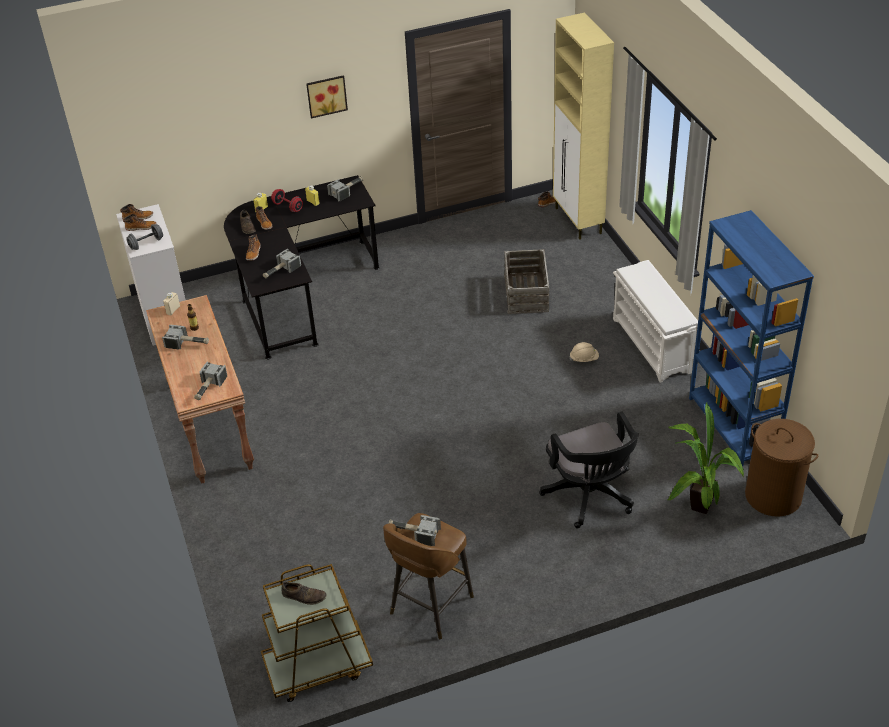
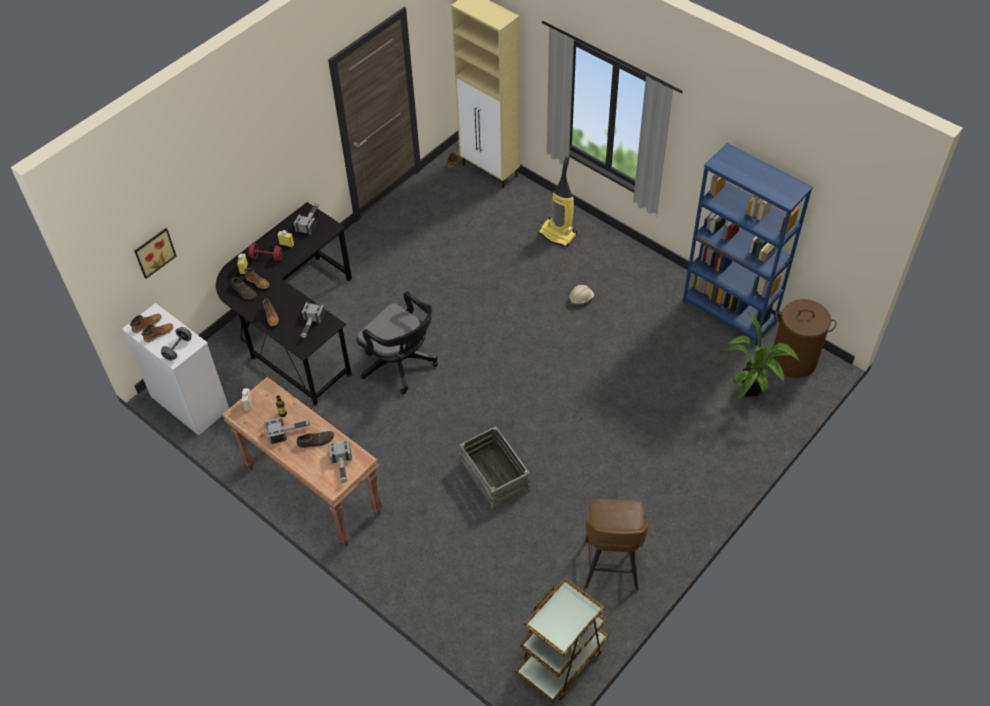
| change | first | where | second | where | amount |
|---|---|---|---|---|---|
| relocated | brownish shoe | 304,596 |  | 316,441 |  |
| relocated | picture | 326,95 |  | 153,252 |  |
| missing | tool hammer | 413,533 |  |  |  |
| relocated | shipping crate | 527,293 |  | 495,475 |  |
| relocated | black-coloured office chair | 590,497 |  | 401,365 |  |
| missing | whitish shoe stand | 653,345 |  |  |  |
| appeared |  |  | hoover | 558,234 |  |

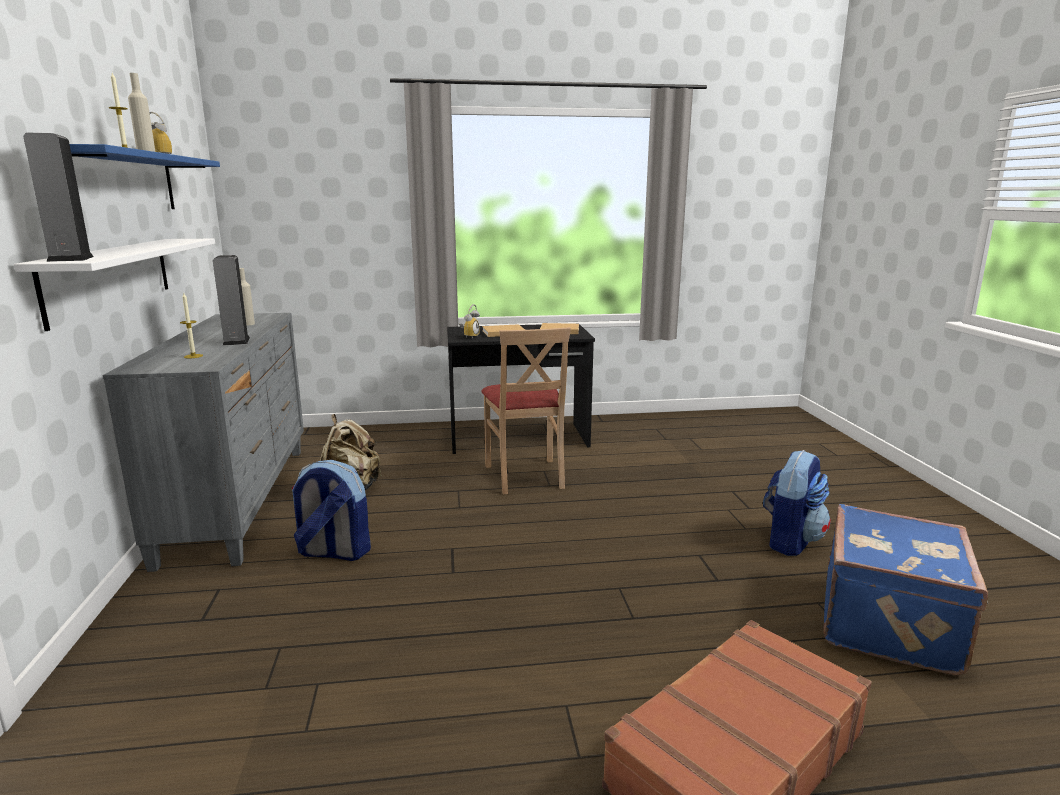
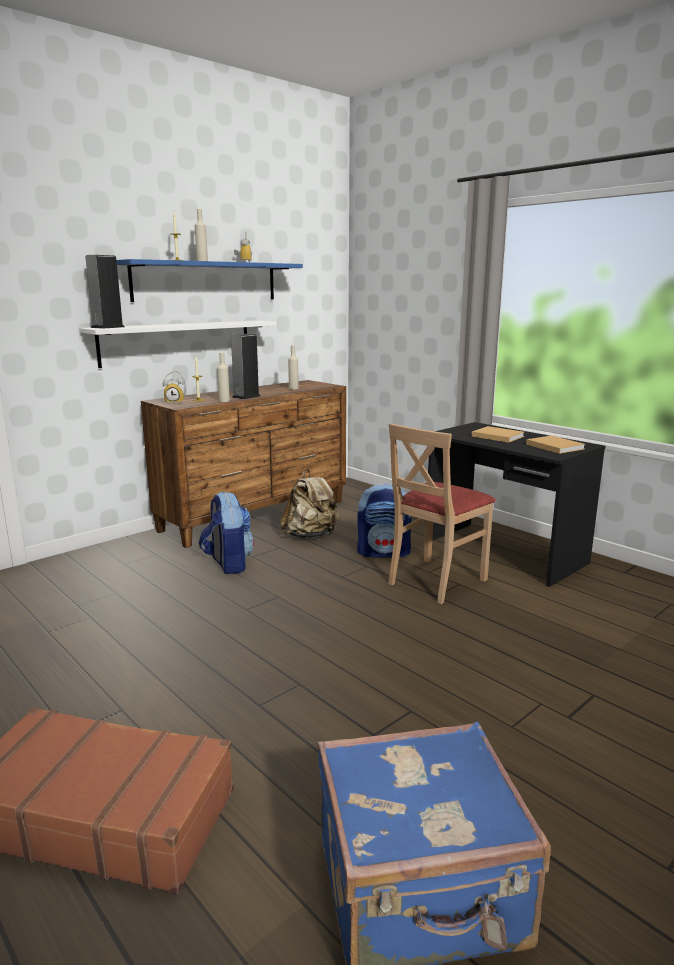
| change | first | where | second | where | amount |
|---|---|---|---|---|---|
| colour | gray drawer chest | 240,500 | brownish drawer chest | 256,516 |  |
| relocated | table clock | 469,336 |  | 175,403 |  |
| relocated | knapsack | 790,540 |  | 384,552 |  |
| appeared |  |  | sand-coloured drink bottle | 224,401 |  |

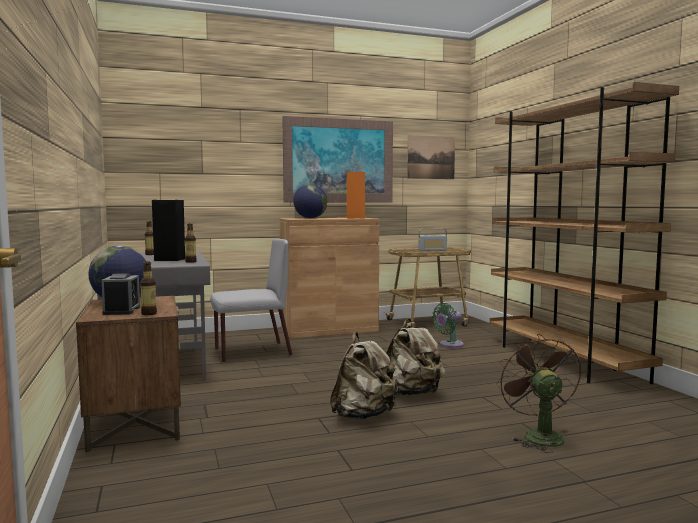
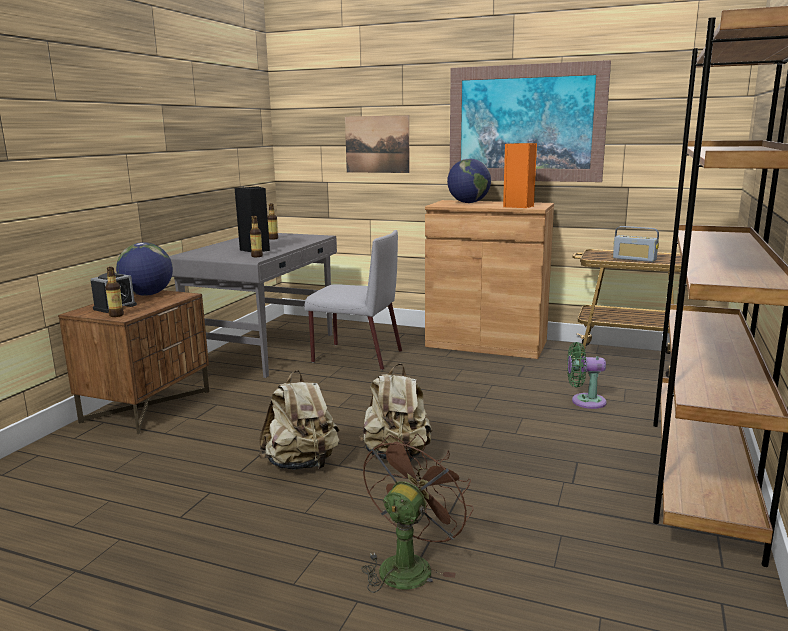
| change | first | where | second | where | amount |
|---|---|---|---|---|---|
| relocated | picture | 431,157 |  | 377,144 |  |

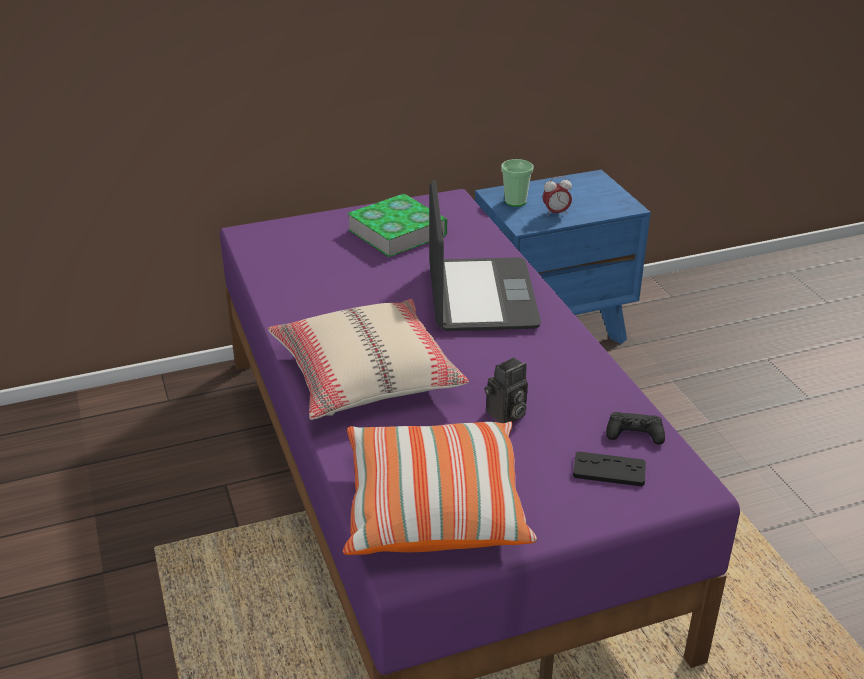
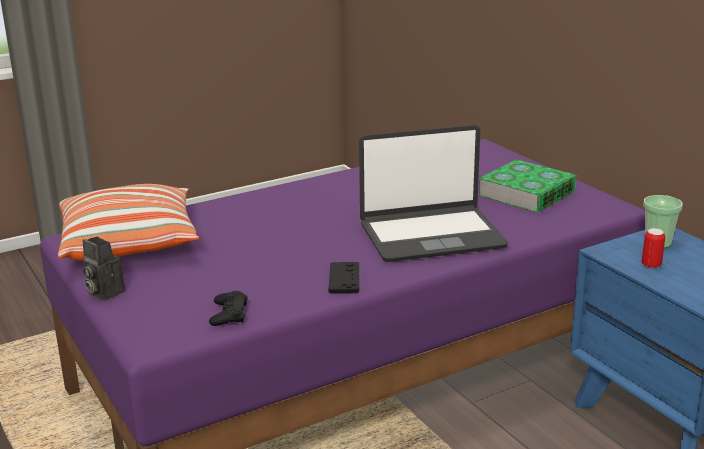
| change | first | where | second | where | amount |
|---|---|---|---|---|---|
| missing | sand-coloured cushion | 365,375 |  |  |  |
| relocated | photo camera | 506,415 |  | 103,292 |  |
| exchanged | table clock | 556,213 | metal can | 651,265 |  |
| relocated | black-coloured joypad | 609,470 |  | 344,279 |  |

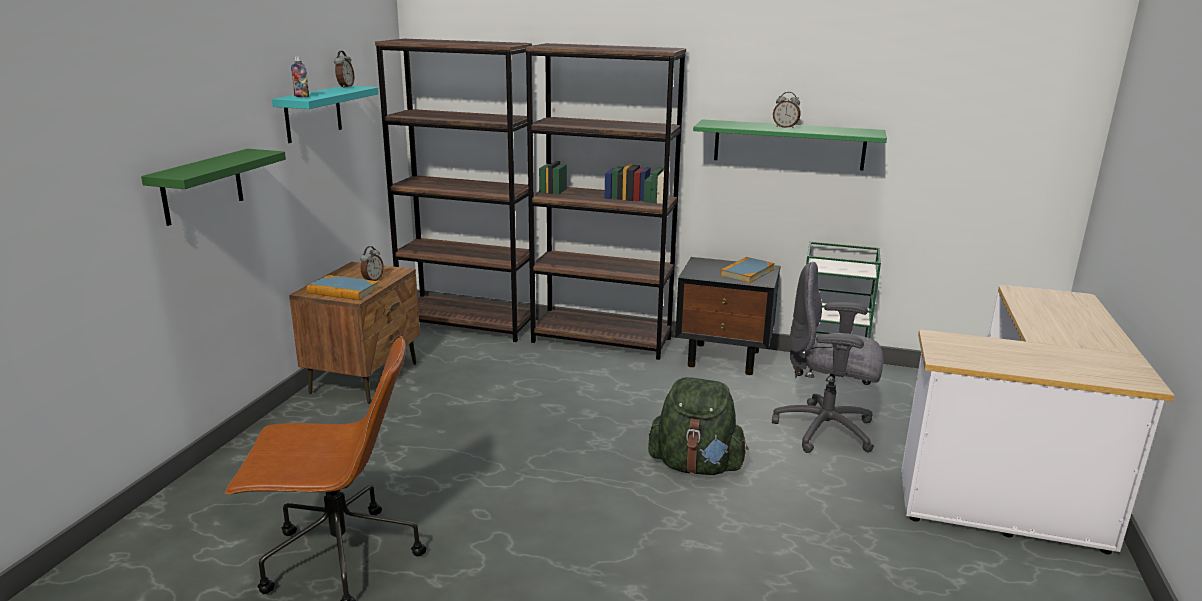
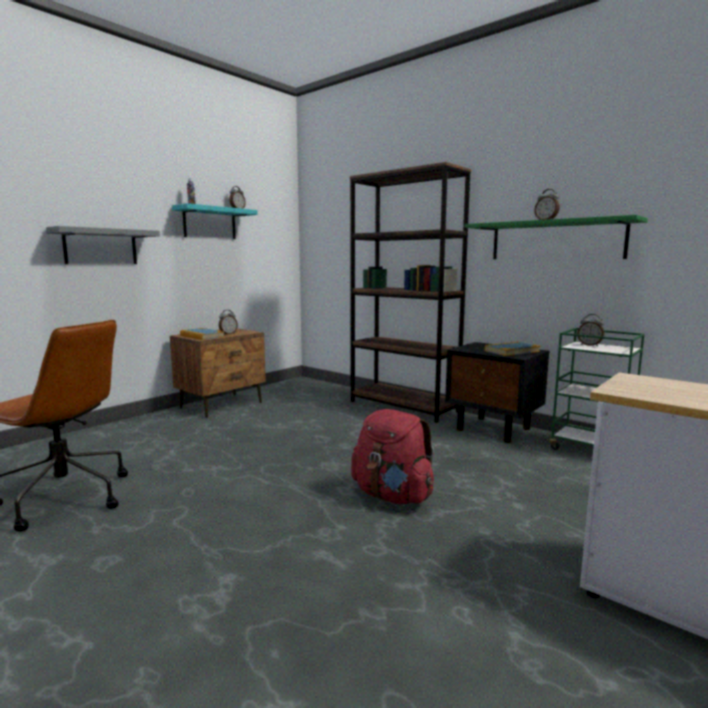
| change | first | where | second | where | amount |
|---|---|---|---|---|---|
| colour | green wall shelf | 202,186 | gray wall shelf | 100,247 |  |
| missing | brownish shelving unit | 467,324 |  |  |  |
| colour | green knapsack | 696,466 | red knapsack | 392,496 |  |
| missing | gray office chair | 826,430 |  |  |  |
| appeared |  |  | table clock | 589,345 |  |

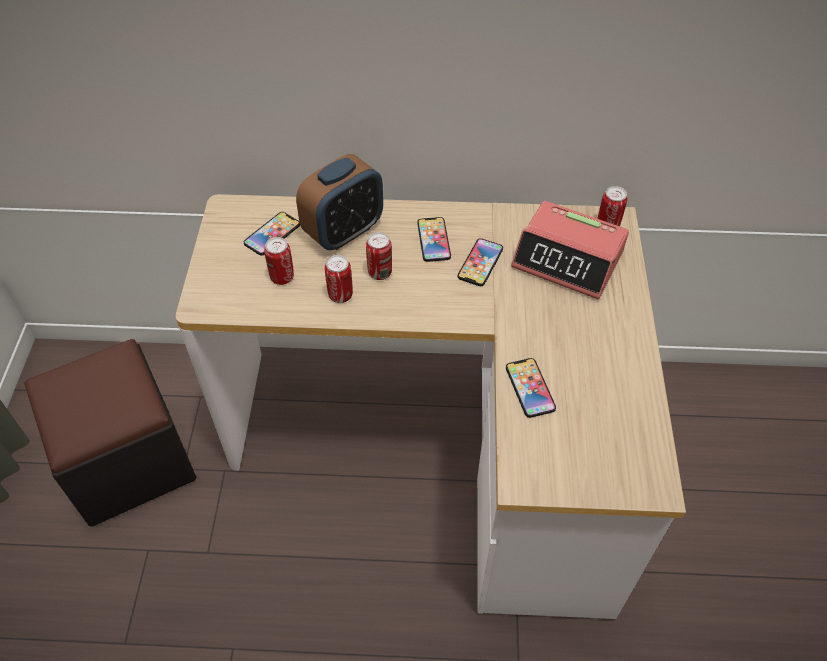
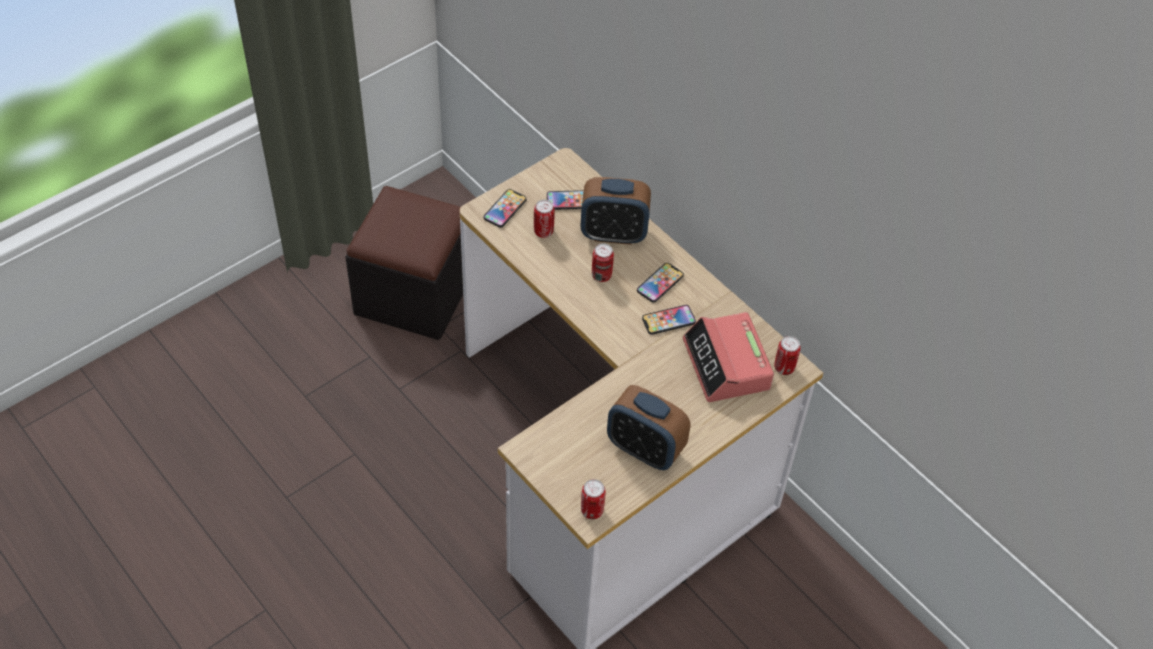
| change | first | where | second | where | amount |
|---|---|---|---|---|---|
| relocated | metal can | 340,295 |  | 592,511 |  |
| relocated | handset | 530,388 |  | 505,209 |  |
| appeared |  |  | table clock | 645,449 |  |

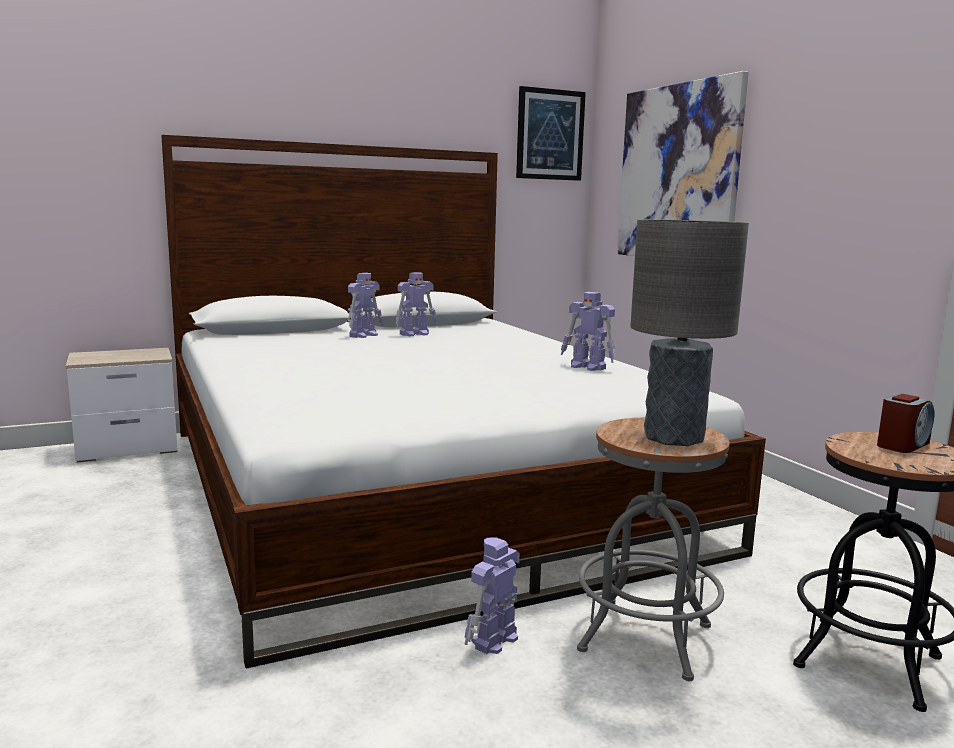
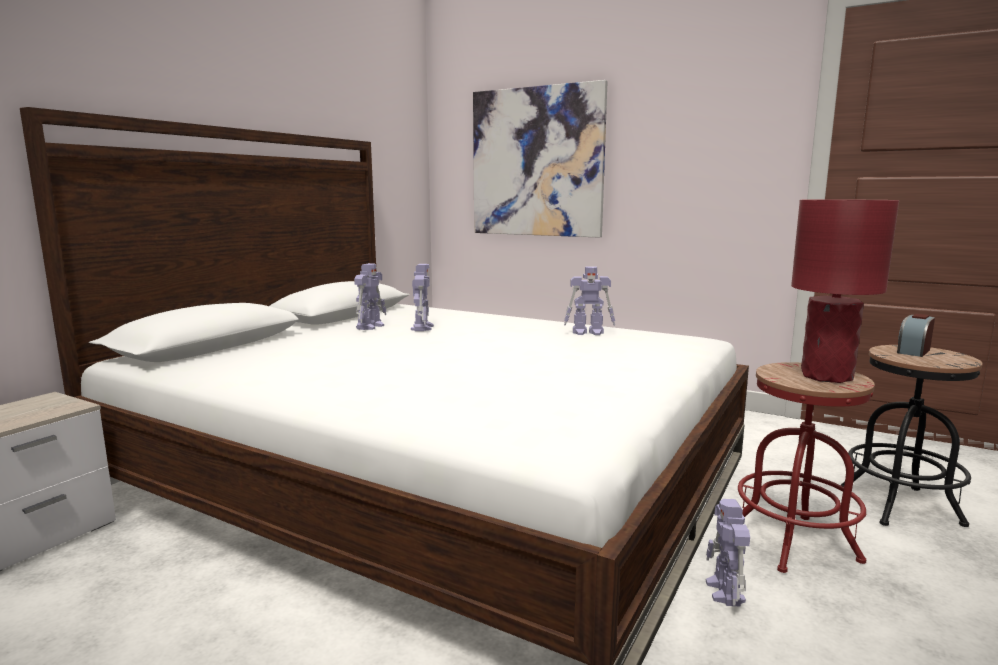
| change | first | where | second | where | amount |
|---|---|---|---|---|---|
| relocated | model robot | 364,335 |  | 422,327 |  |
| missing | picture | 550,135 |  |  |  |
| colour | gray stool | 645,638 | red stool | 794,543 |  |
| colour | gray tabletop lamp | 673,438 | red tabletop lamp | 826,376 |  |
| spun | table clock | 902,445 |  | 913,351 | 150 degrees counterclockwise |

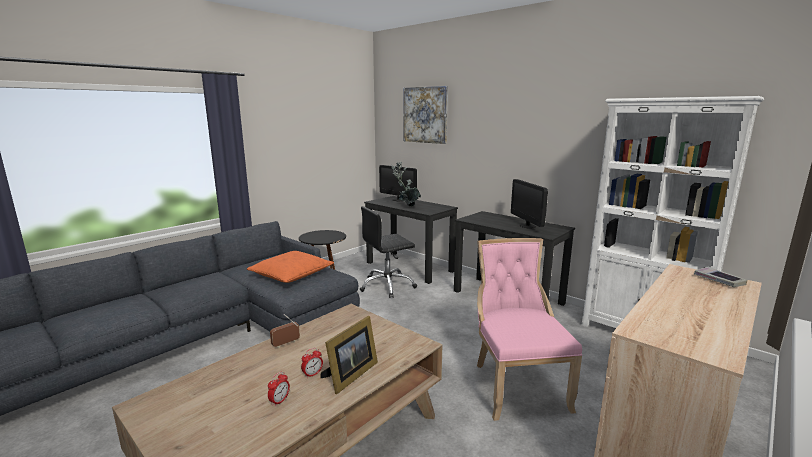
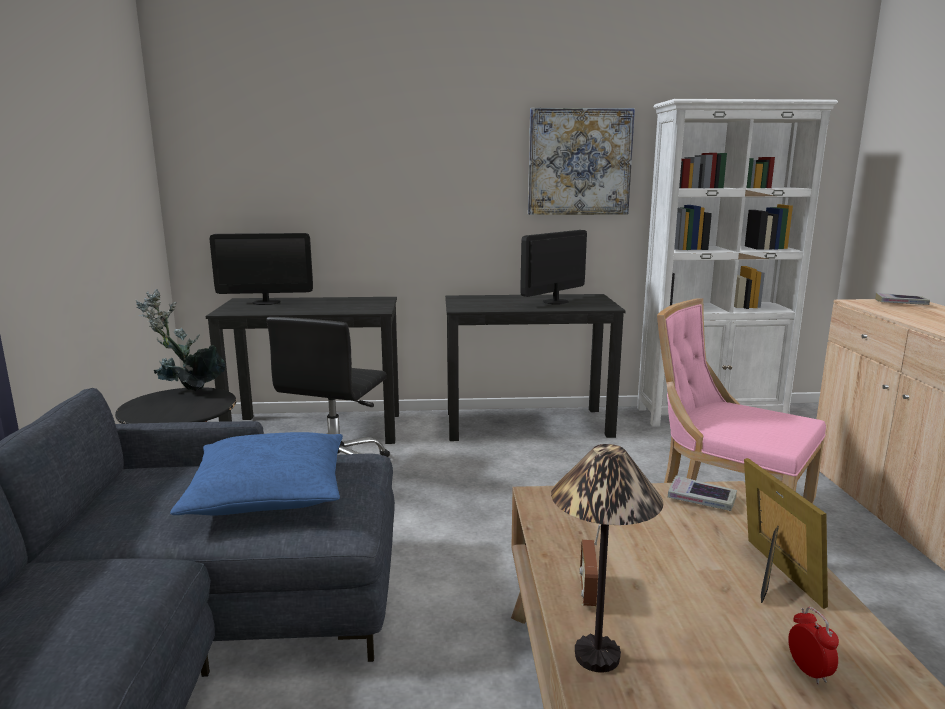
| change | first | where | second | where | amount |
|---|---|---|---|---|---|
| colour | orange-coloured cushion | 291,274 | blue cushion | 268,492 |  |
| missing | table clock | 312,374 |  |  |  |
| relocated | houseplant | 406,207 |  | 187,394 |  |
| relocated | picture | 425,115 |  | 579,162 |  |
| spun | computer display | 527,226 |  | 555,301 | 105 degrees clockwise |
| appeared |  |  | tabletop lamp | 596,656 |  |
| appeared |  |  | book | 701,499 |  |

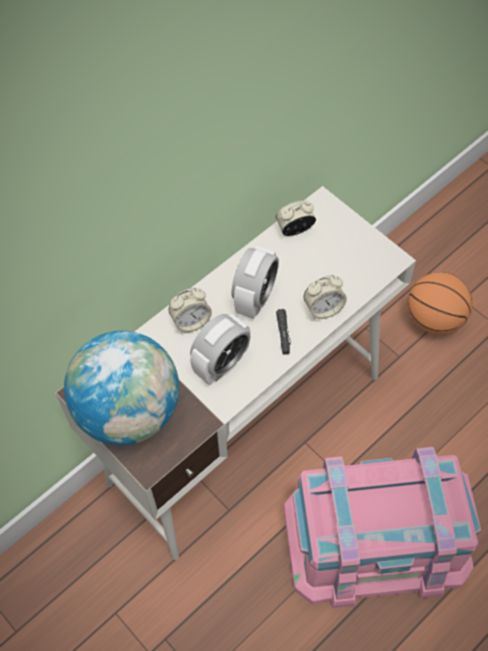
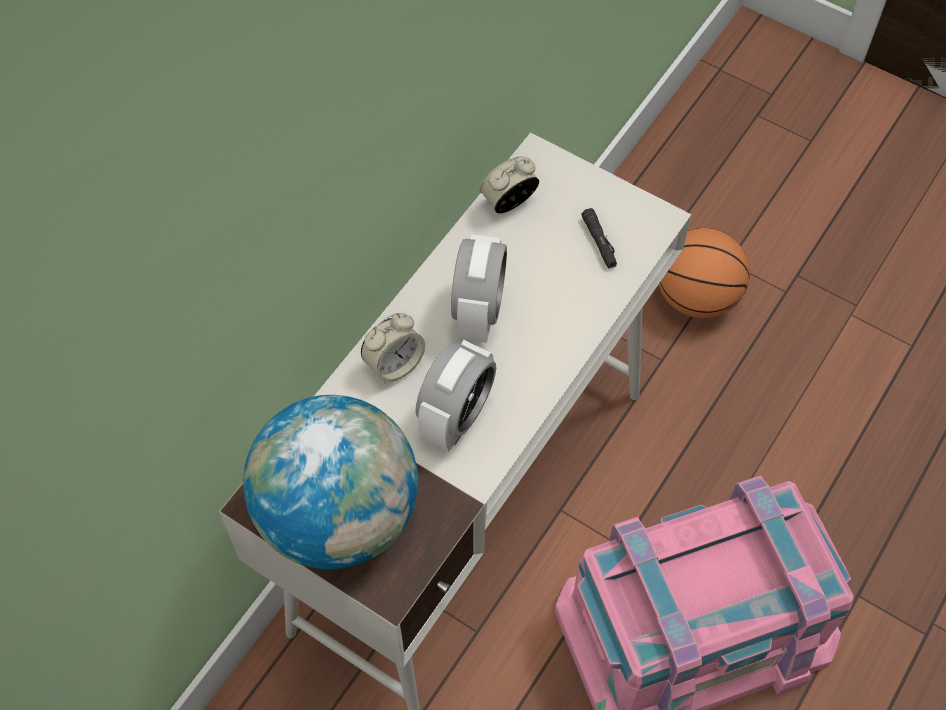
| change | first | where | second | where | amount |
|---|---|---|---|---|---|
| relocated | black-coloured torch | 283,334 |  | 599,242 |  |
| missing | table clock | 323,308 |  |  |  |

